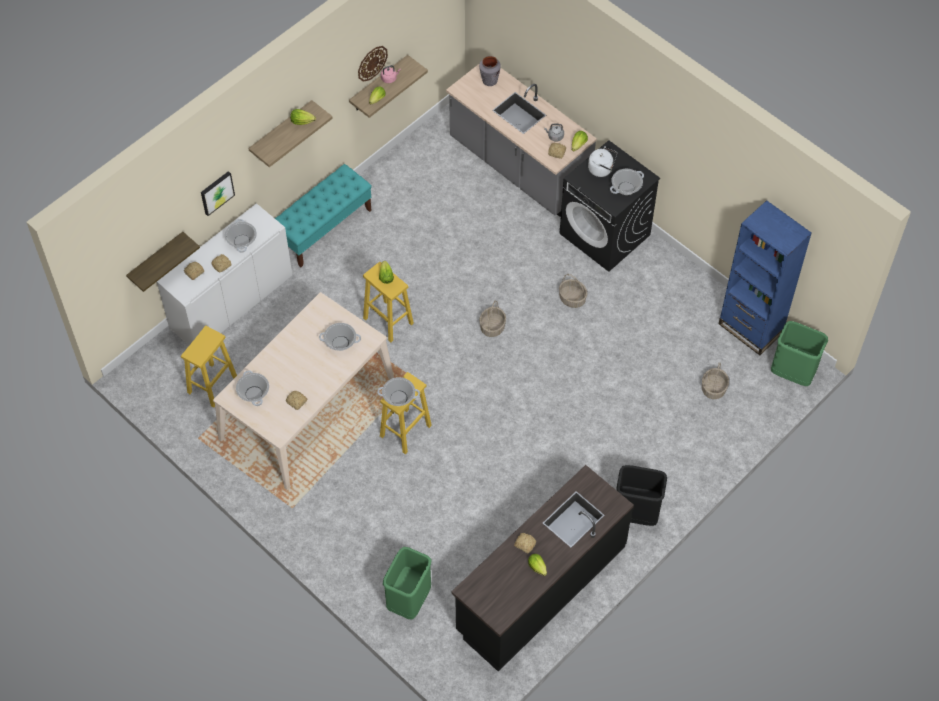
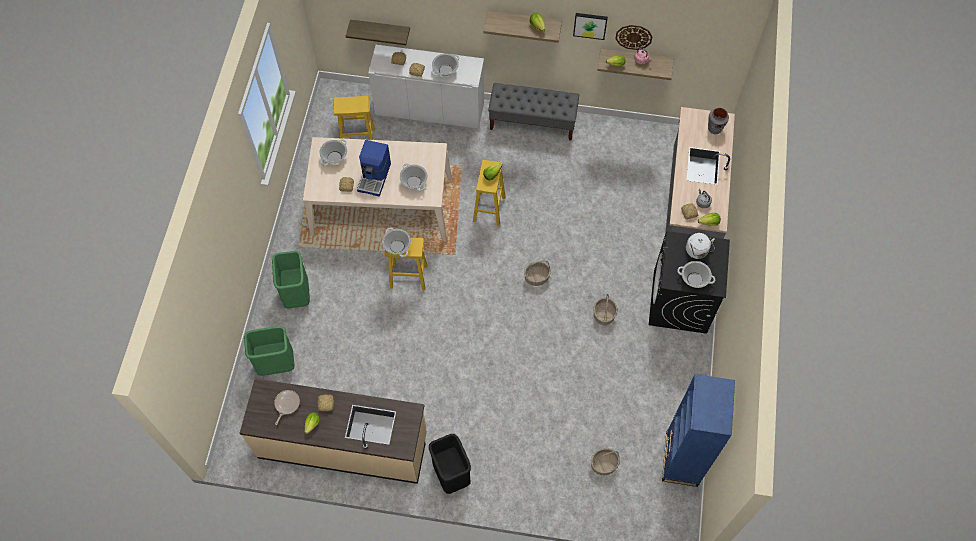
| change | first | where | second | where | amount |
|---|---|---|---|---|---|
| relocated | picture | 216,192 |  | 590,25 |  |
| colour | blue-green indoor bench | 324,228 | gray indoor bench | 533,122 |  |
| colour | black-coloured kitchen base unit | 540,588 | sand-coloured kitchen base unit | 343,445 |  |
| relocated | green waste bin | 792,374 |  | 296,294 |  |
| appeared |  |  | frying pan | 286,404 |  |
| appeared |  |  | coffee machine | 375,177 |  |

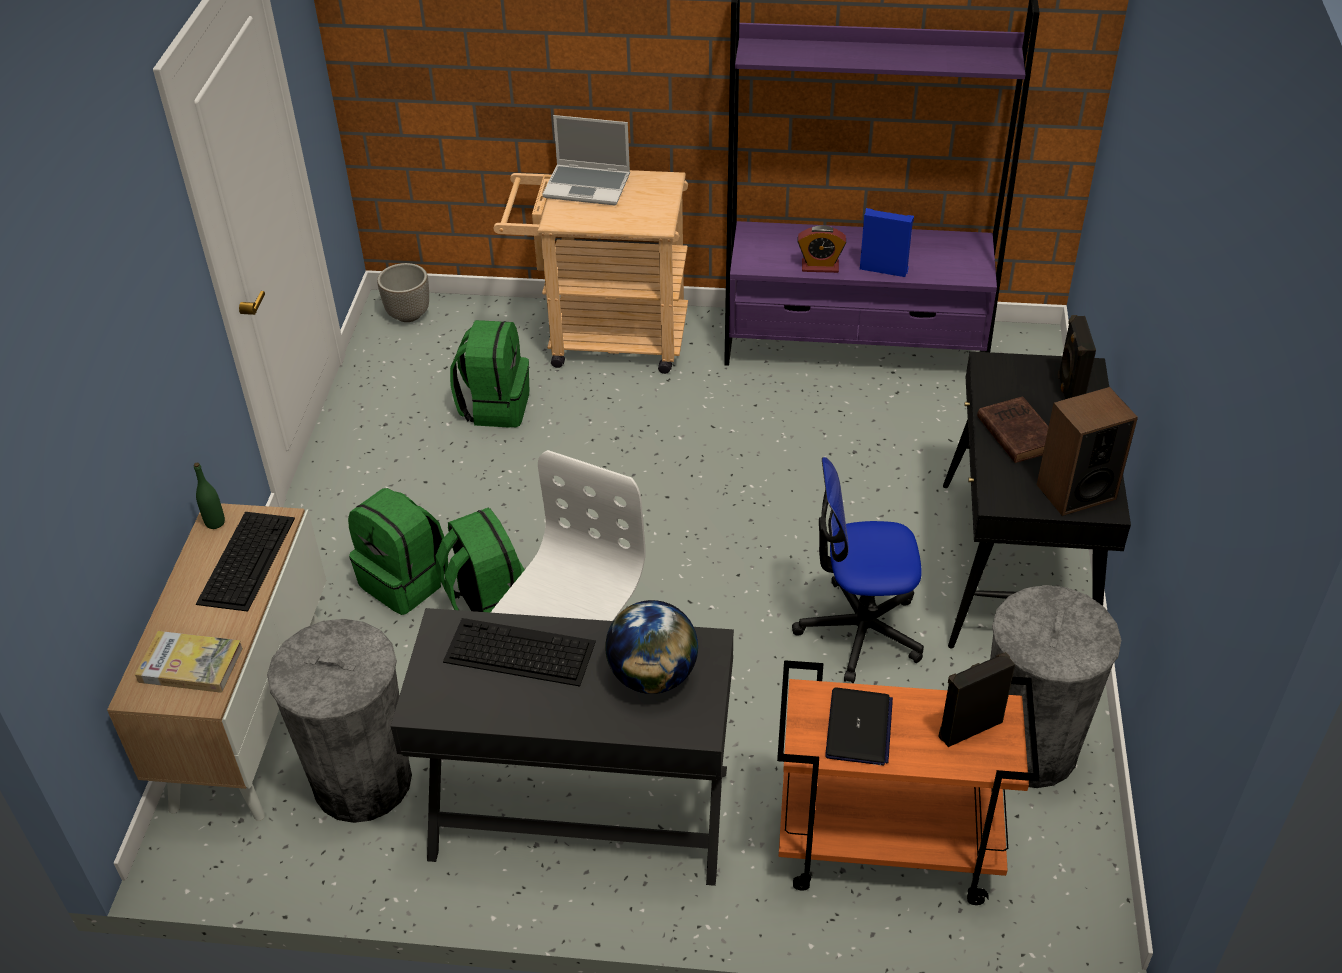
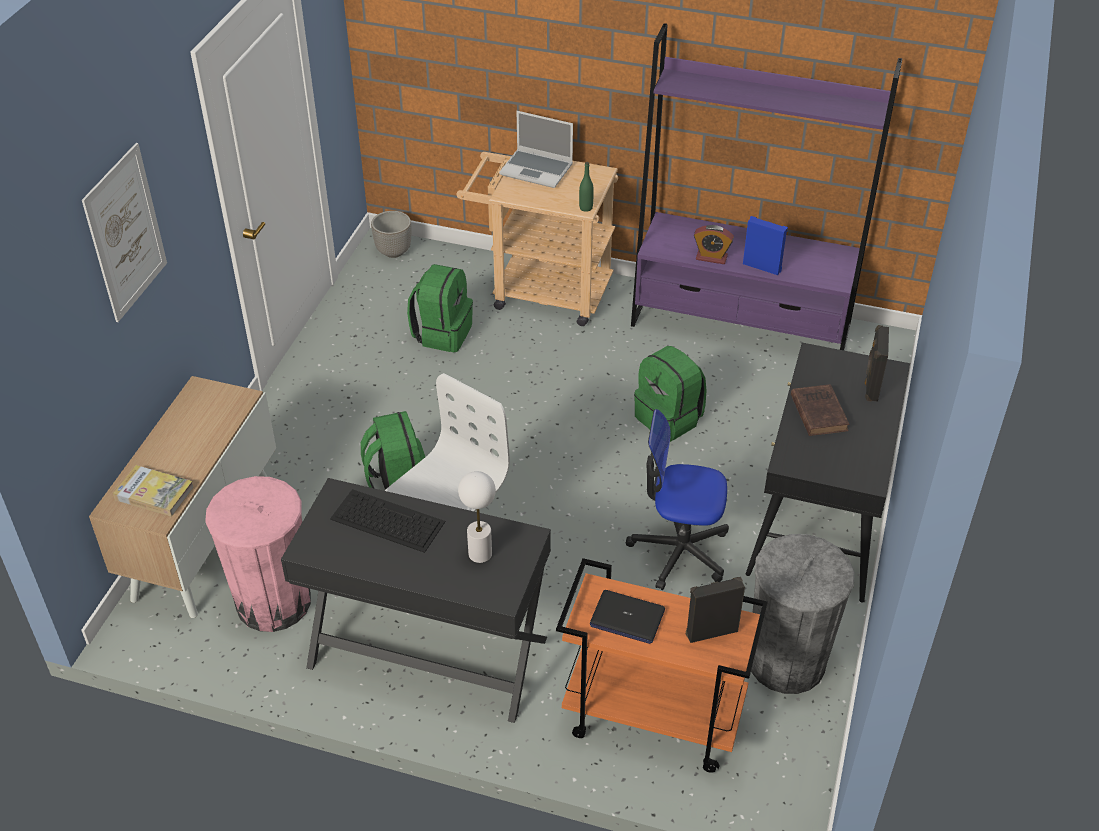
| change | first | where | second | where | amount |
|---|---|---|---|---|---|
| relocated | green drink bottle | 215,522 |  | 586,208 |  |
| missing | keyboard | 246,559 |  |  |  |
| colour | gray waste bin | 362,780 | pink-coloured waste bin | 273,602 |  |
| relocated | green knapsack | 405,581 |  | 669,419 |  |
| exchanged | desk globe | 653,676 | whitish tabletop lamp | 480,554 |  |
| spun | laptop | 858,728 |  | 627,618 | 90 degrees clockwise |
| missing | audio speaker | 1075,491 |  |  |  |
| appeared |  |  | picture | 125,233 |  |

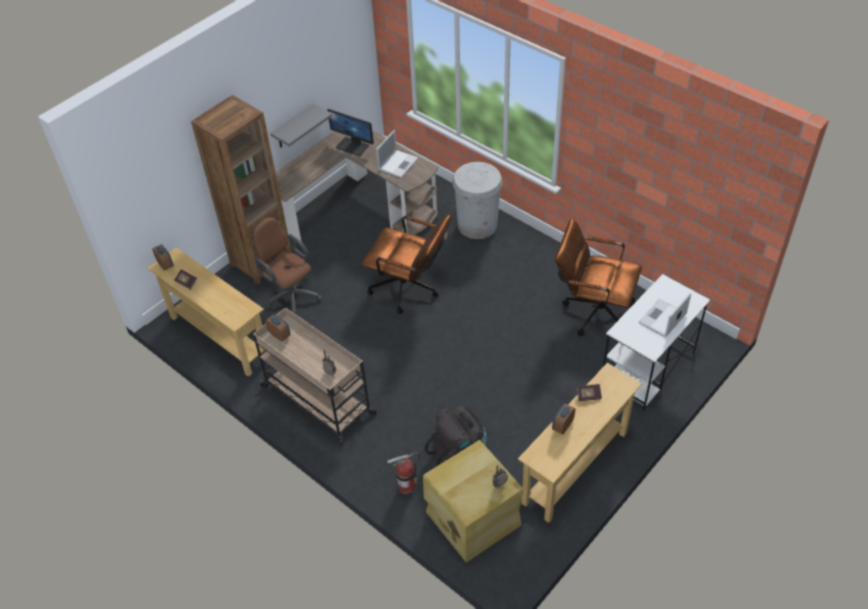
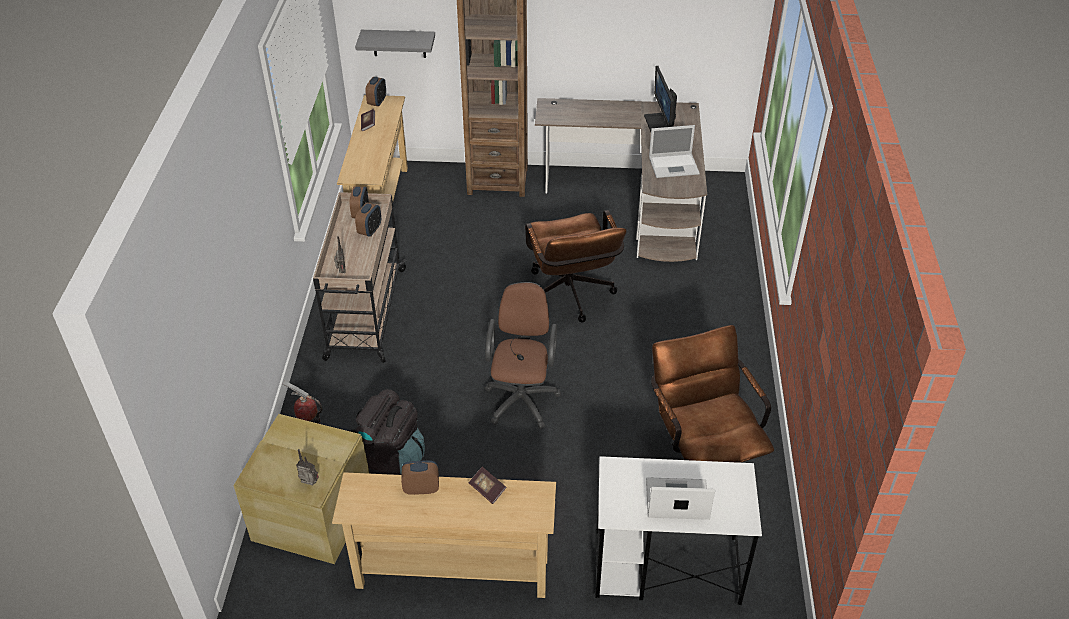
| change | first | where | second | where | amount |
|---|---|---|---|---|---|
| relocated | brownish office chair | 290,295 |  | 522,397 |  |
| relocated | gray wall shelf | 293,127 |  | 399,43 |  |
| missing | whitish waste bin | 477,225 |  |  |  |
| appeared |  |  | table clock | 370,230 |  |

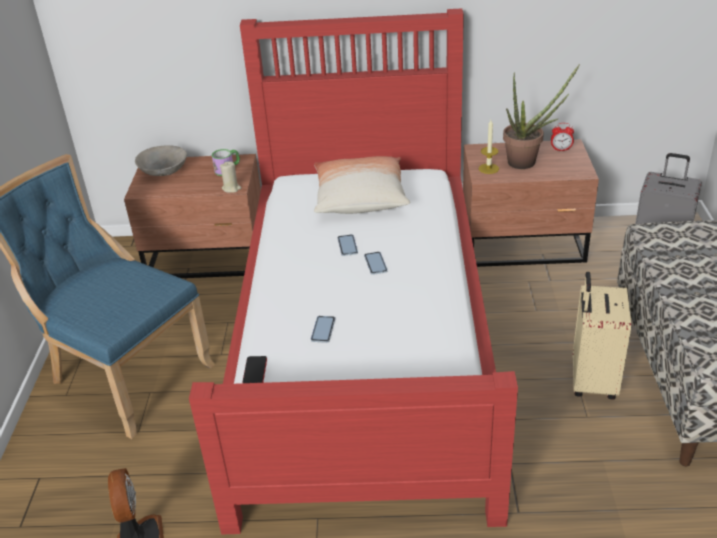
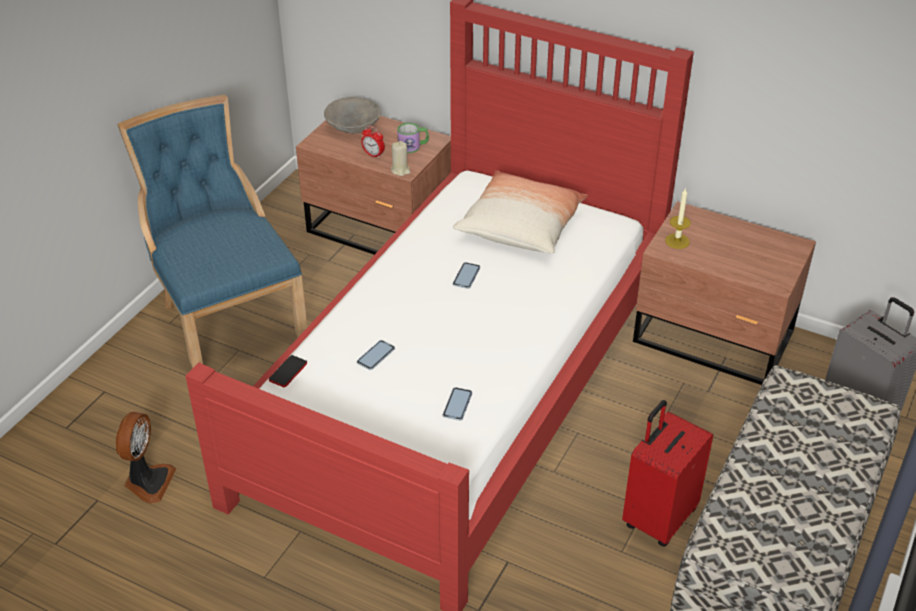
| change | first | where | second | where | amount |
|---|---|---|---|---|---|
| relocated | handset | 375,264 |  | 457,405 |  |
| missing | houseplant | 528,162 |  |  |  |
| relocated | table clock | 561,150 |  | 373,155 |  |
| colour | sand-coloured piece of luggage | 591,381 | red piece of luggage | 658,518 |  |

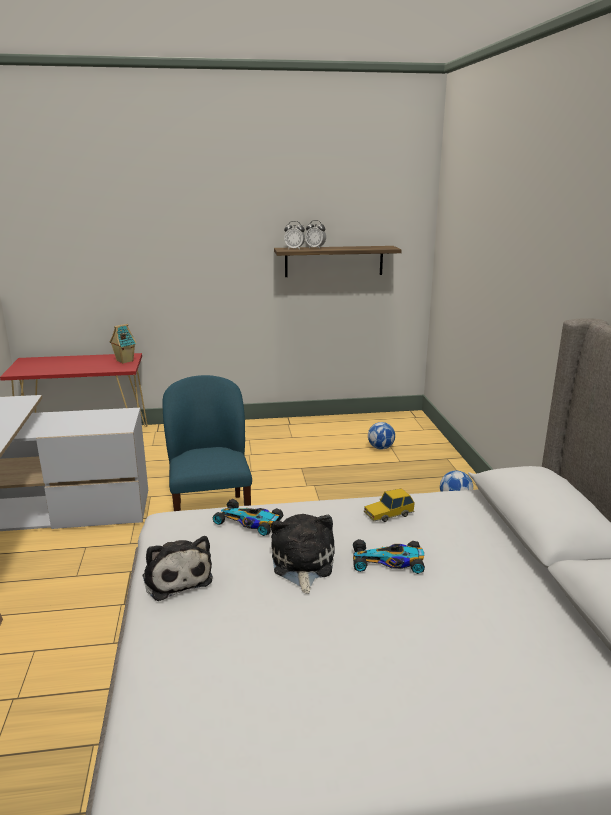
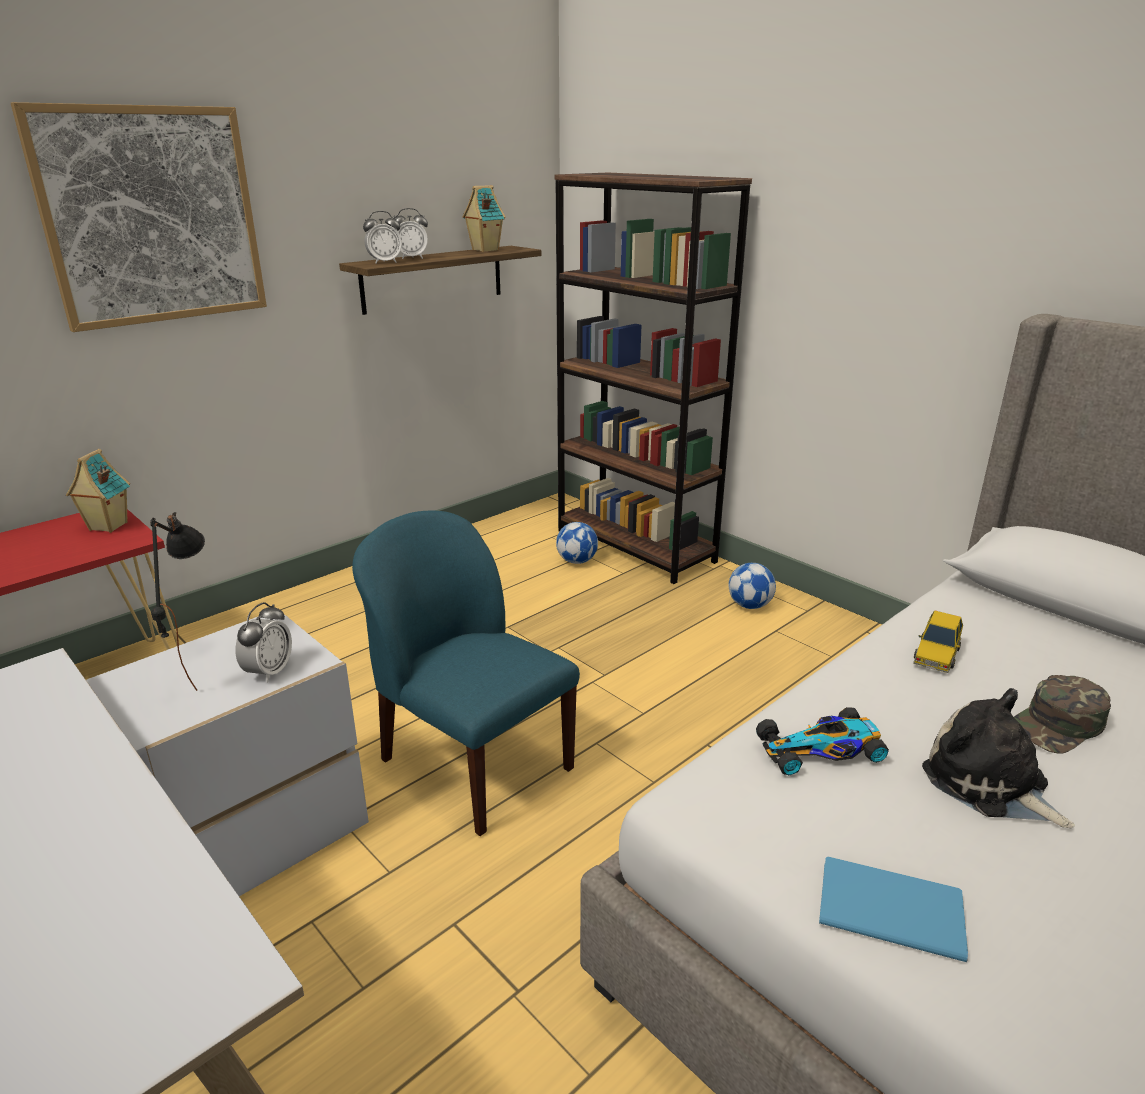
| change | first | where | second | where | amount |
|---|---|---|---|---|---|
| exchanged | cuddly toy | 176,577 | blue book | 886,906 |  |
| exchanged | model car | 389,562 | green peaked cap | 1057,725 |  |
| appeared |  |  | picture | 152,216 |  |
| appeared |  |  | black-coloured tabletop lamp | 195,668 |  |
| appeared |  |  | table clock | 269,672 |  |
| appeared |  |  | model house | 484,250 |  |
| appeared |  |  | brownish shelving unit | 635,546 |  |

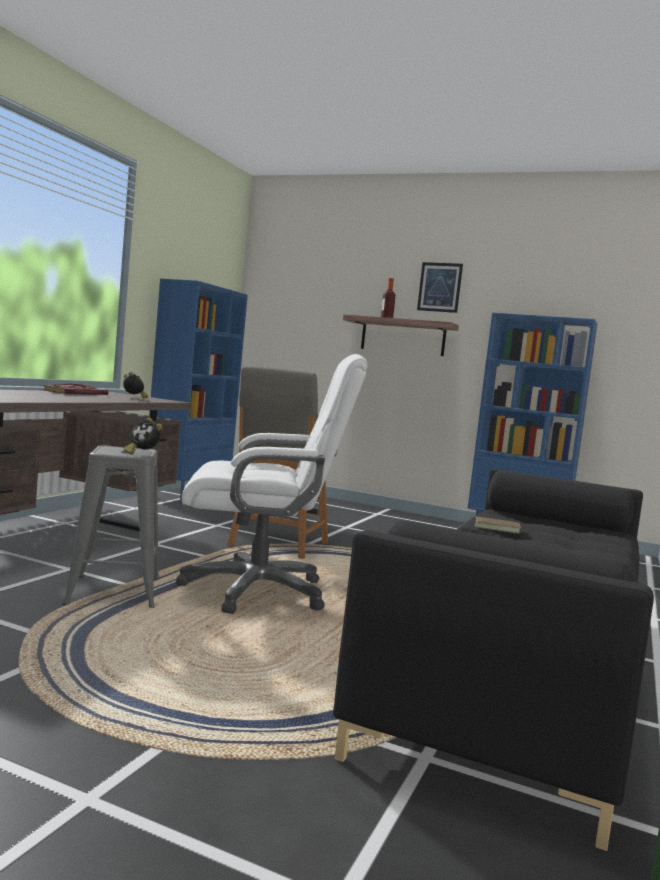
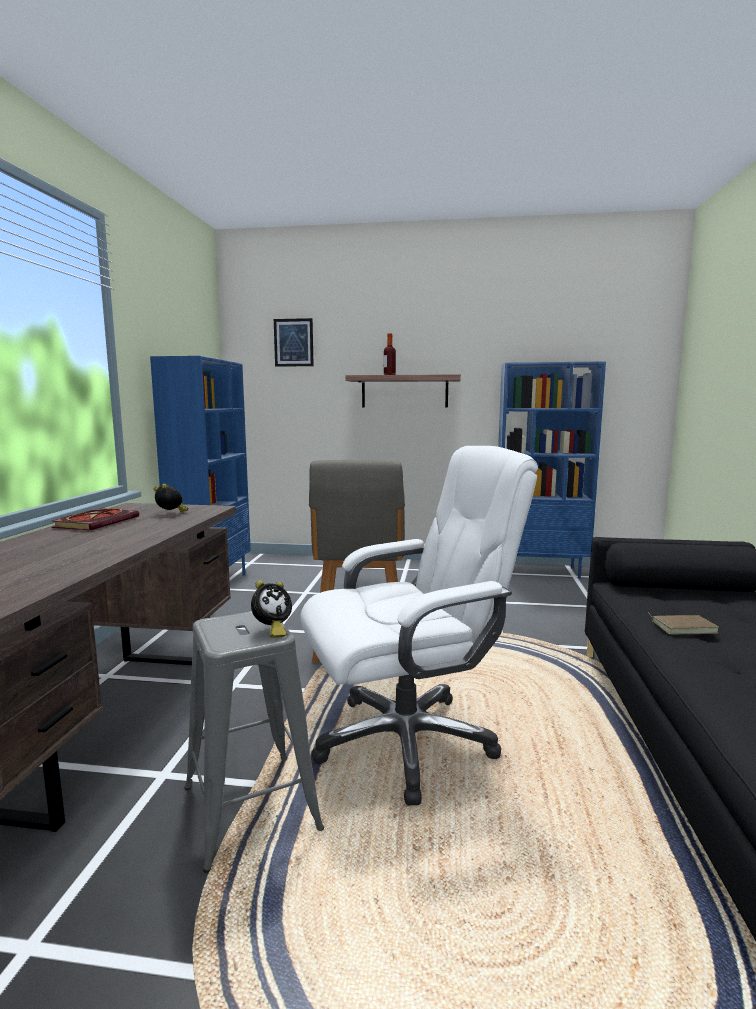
| change | first | where | second | where | amount |
|---|---|---|---|---|---|
| spun | table clock | 142,454 |  | 271,630 | 60 degrees counterclockwise |
| relocated | picture | 439,287 |  | 293,342 |  |

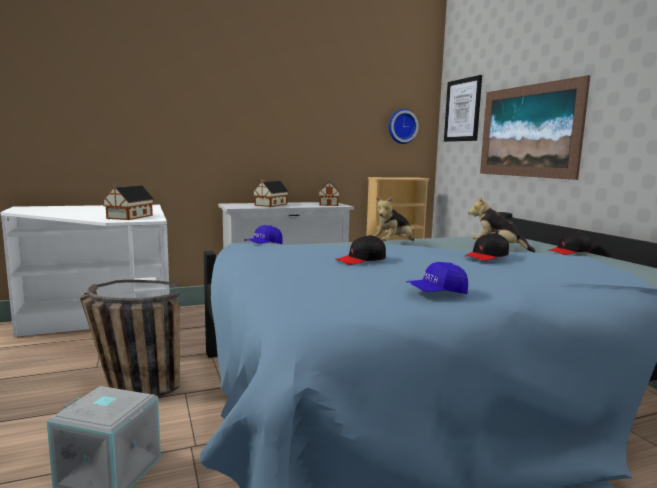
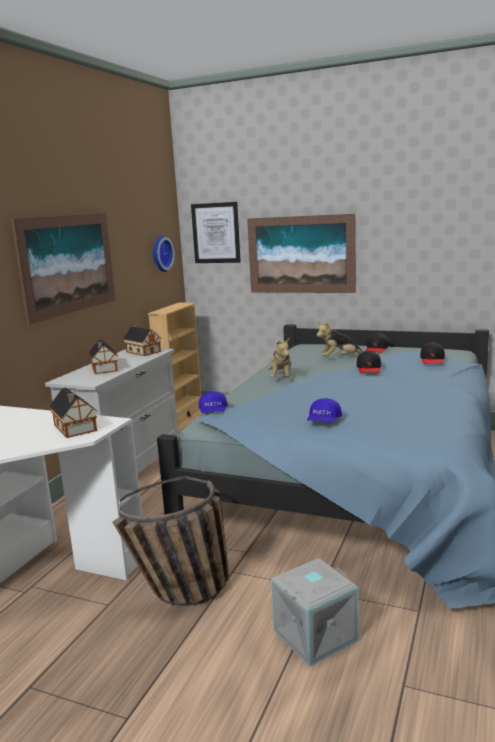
| change | first | where | second | where | amount |
|---|---|---|---|---|---|
| relocated | black-coloured peaked cap | 361,260 |  | 432,360 |  |
| relocated | blue peaked cap | 437,293 |  | 324,421 |  |
| appeared |  |  | picture | 68,264 |  |

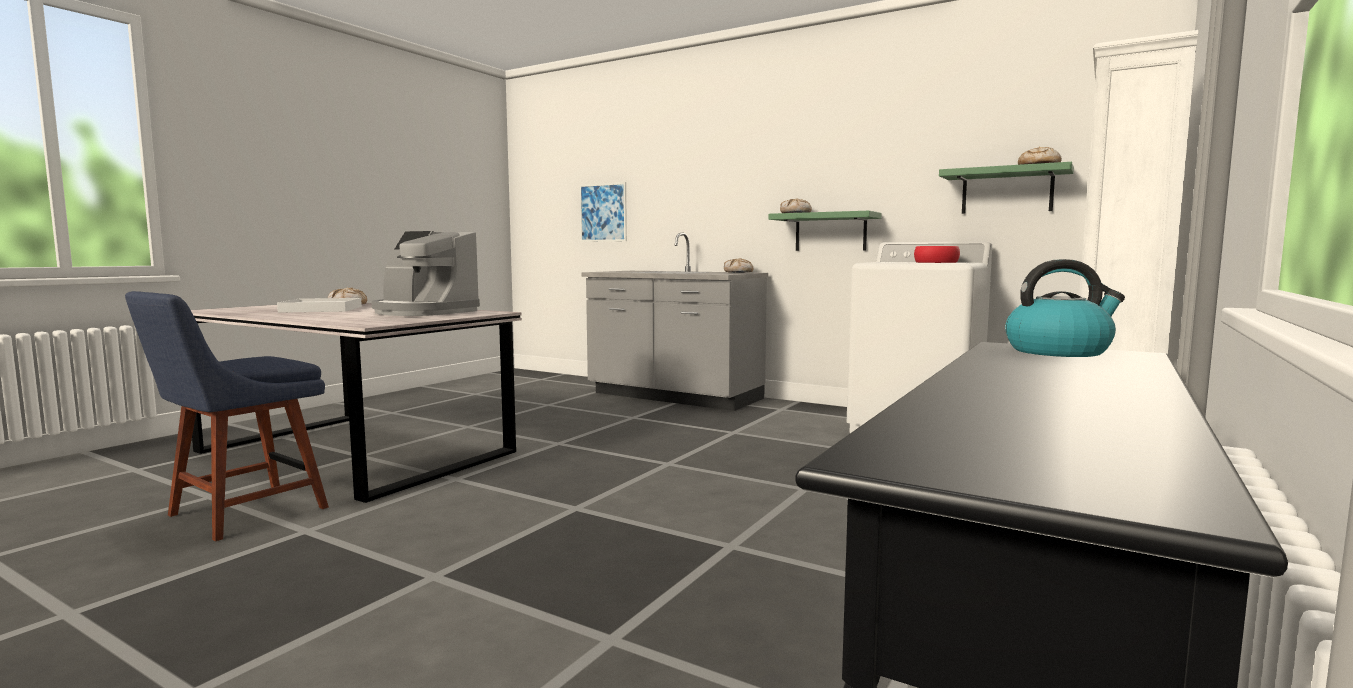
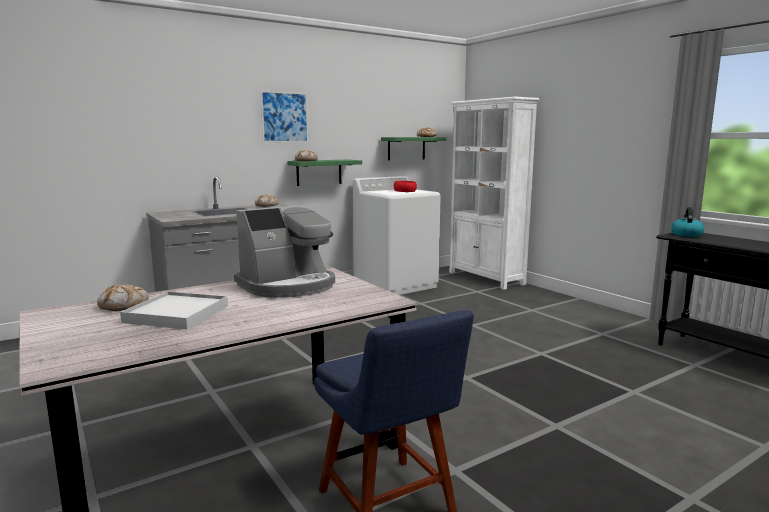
| change | first | where | second | where | amount |
|---|---|---|---|---|---|
| relocated | picture | 603,212 |  | 284,117 |  |

